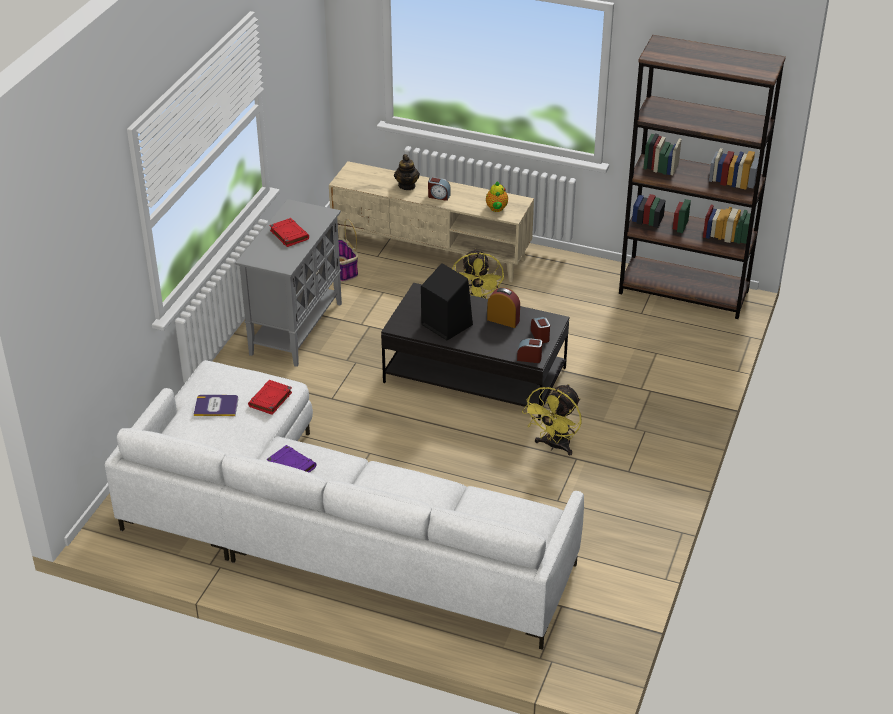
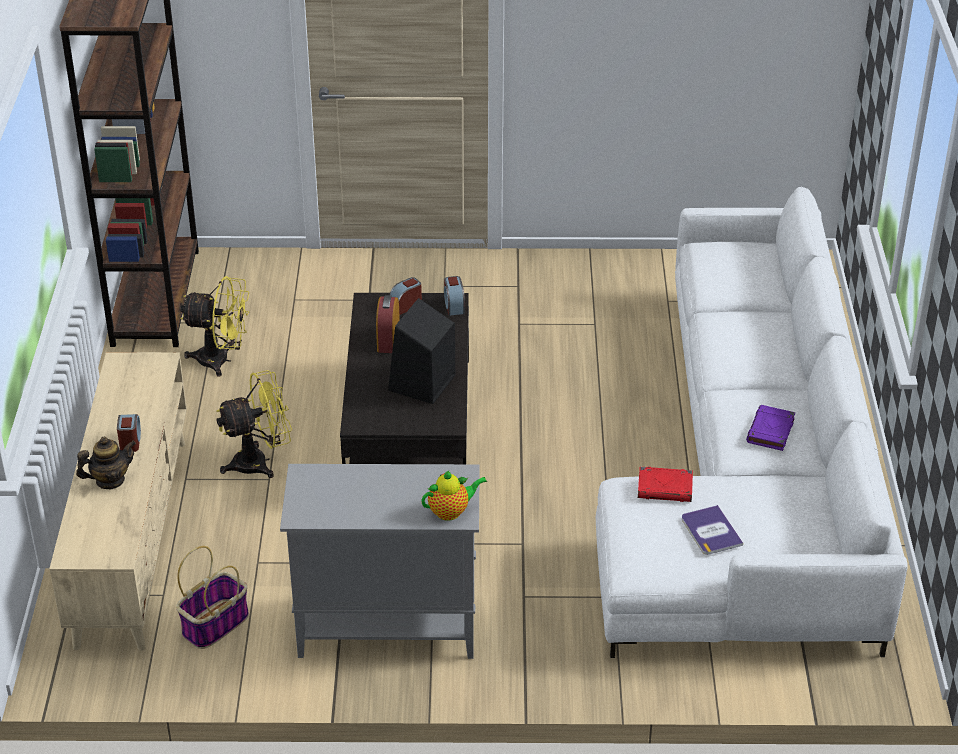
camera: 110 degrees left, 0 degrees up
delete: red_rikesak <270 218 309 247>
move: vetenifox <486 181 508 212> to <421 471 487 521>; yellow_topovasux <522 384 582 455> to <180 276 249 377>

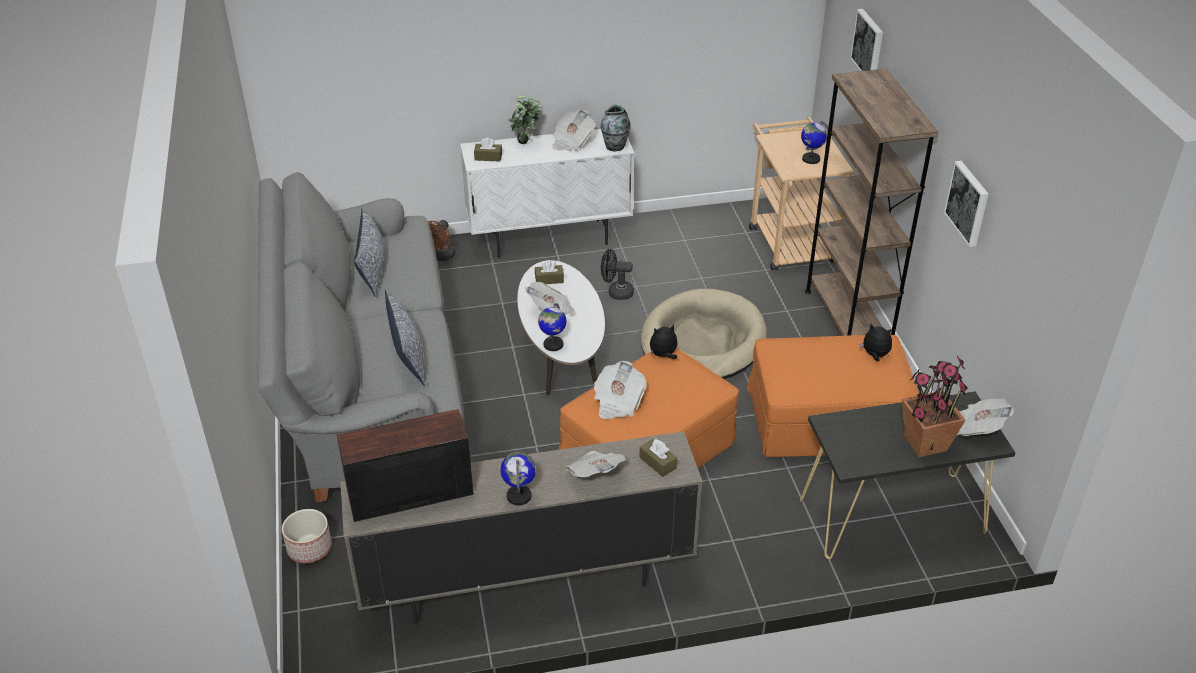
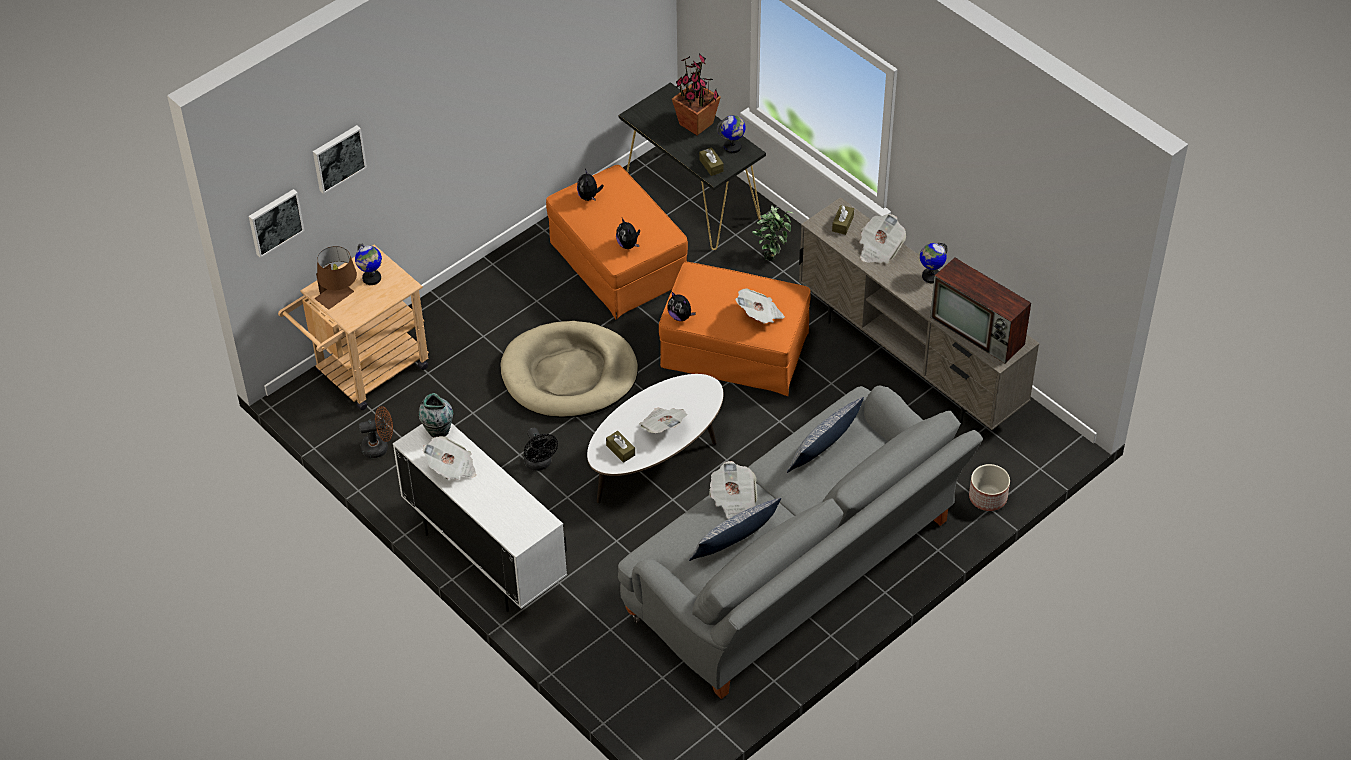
camera: 120 degrees left, 10 degrees up
delete: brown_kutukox <805 69 939 336>
insert: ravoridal <616 218 640 249>; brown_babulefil <315 246 357 310>
move: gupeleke <508 96 542 144> to <752 205 793 261>; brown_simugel <474 137 502 162> to <699 147 724 176>; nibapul <944 161 988 247> to <249 189 305 258>; brown_topovasux <428 220 455 261> to <359 406 393 458>; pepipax <538 303 566 351> to <717 115 746 153>; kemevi <956 398 1014 436> to <709 461 757 519>

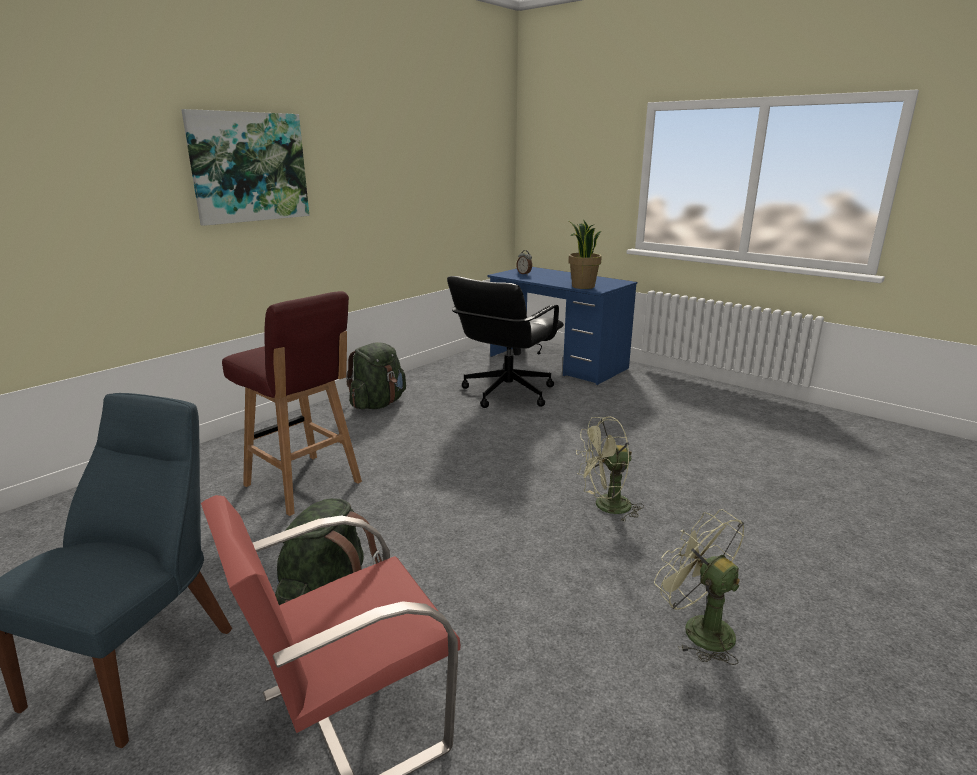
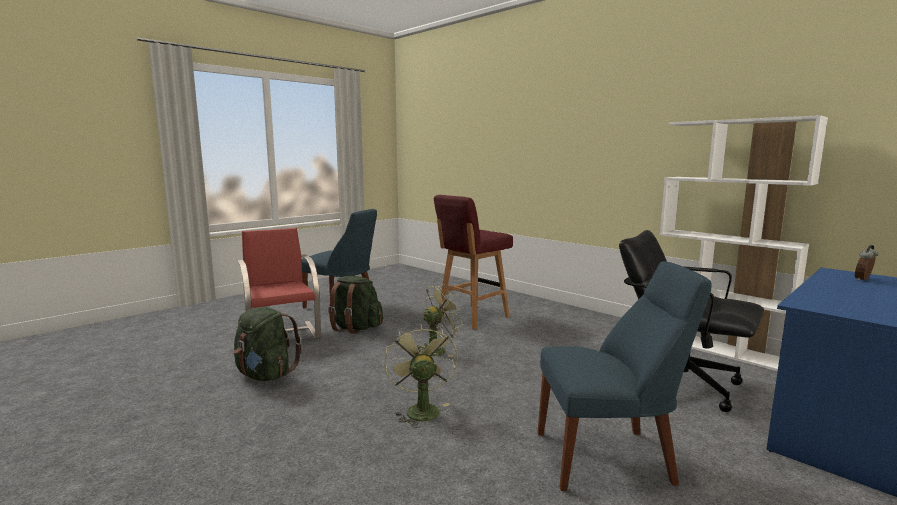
camera: 95 degrees right, 10 degrees down
delete: nibapul <181 109 309 226>; gupeleke <568 221 602 289>
insert: white_kutukox <659 115 828 371>; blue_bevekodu <537 261 712 491>
move: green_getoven <346 342 406 409> to <233 307 302 381>; green_topovasux <654 509 744 665> to <417 284 464 357>

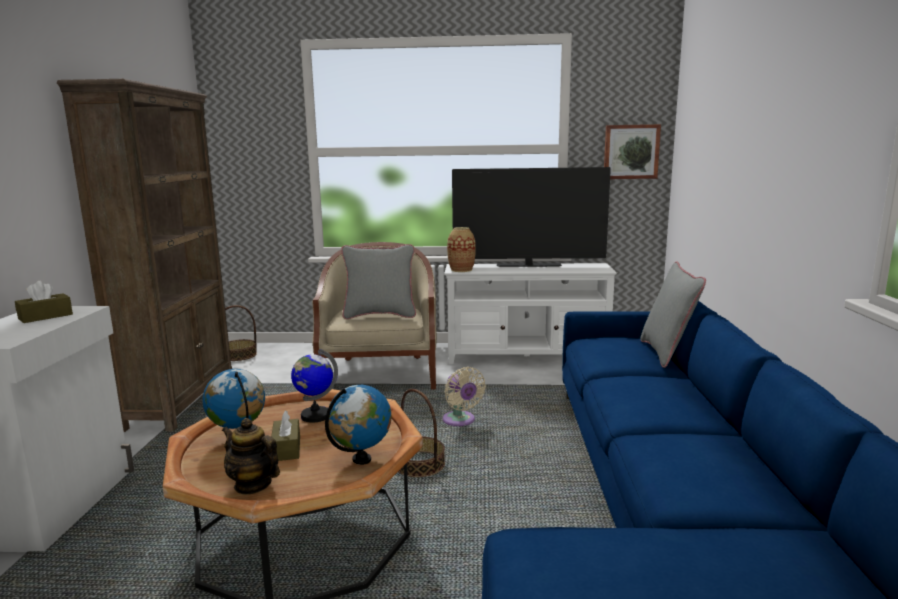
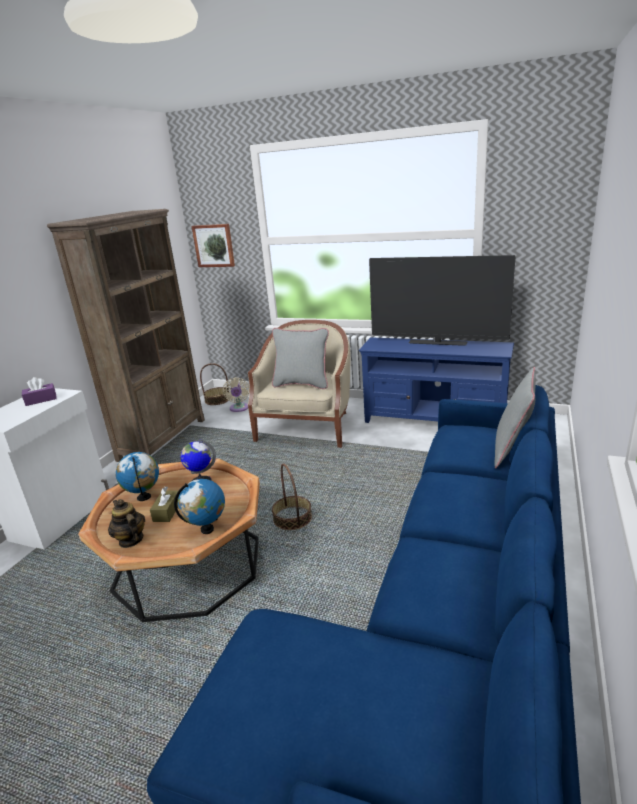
camera: 20 degrees right, 10 degrees up
delete: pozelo <447 227 476 272>
move: nibapul <604 124 661 179> to <192 224 235 267>; beige_topovasux <442 367 486 426> to <223 378 250 412>
recolor: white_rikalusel <444 263 617 364> to blue_rikalusel <359 337 514 423>; brown_simugel <15 281 73 323> to purple_simugel <22 377 57 406>

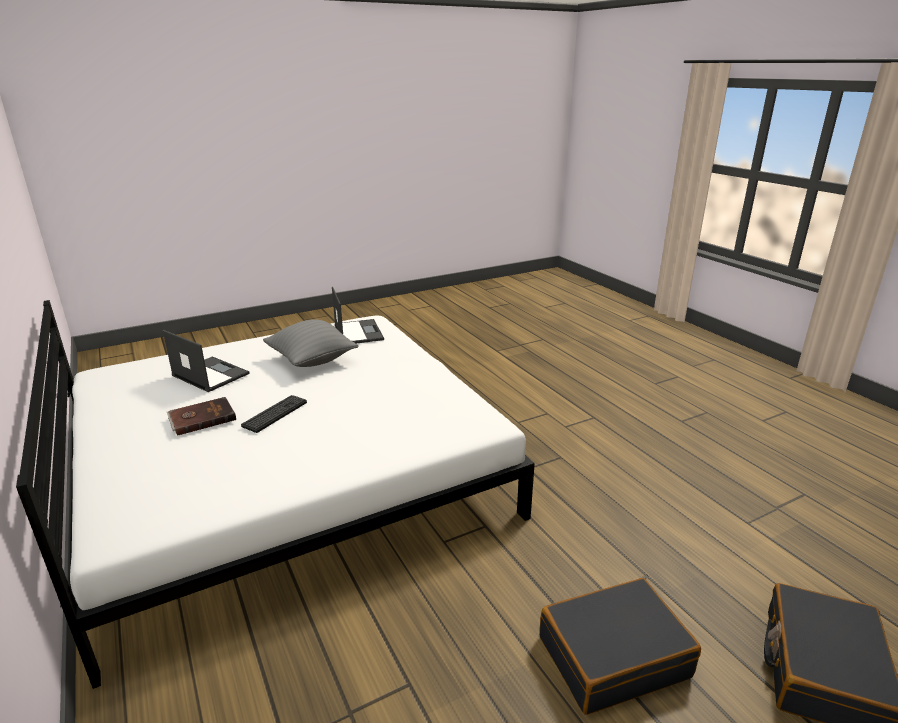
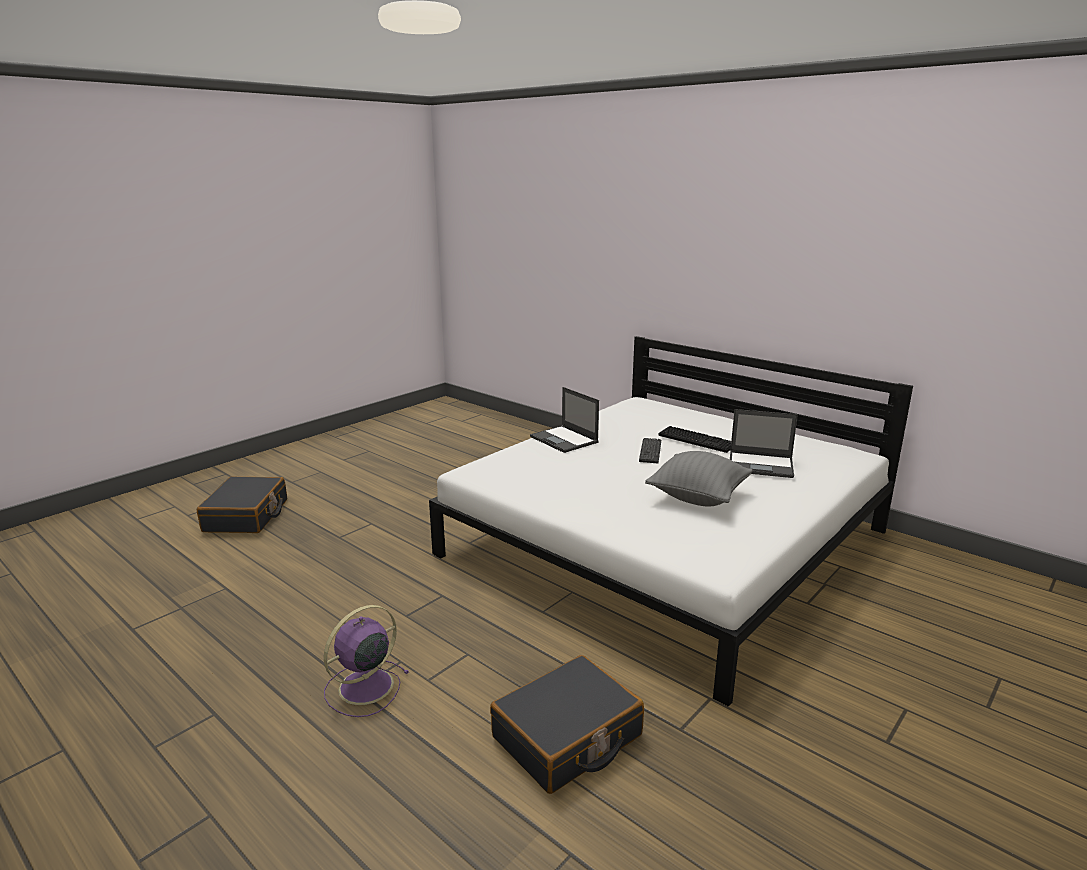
camera: 160 degrees right, 5 degrees down
insert: purple_topovasux <324 605 409 717>
move: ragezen <332 287 384 344> to <530 387 599 453>; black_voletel <539 578 701 715> to <490 655 644 794>
replace: brown_rikesak <167 397 236 436> to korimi <658 426 731 453>

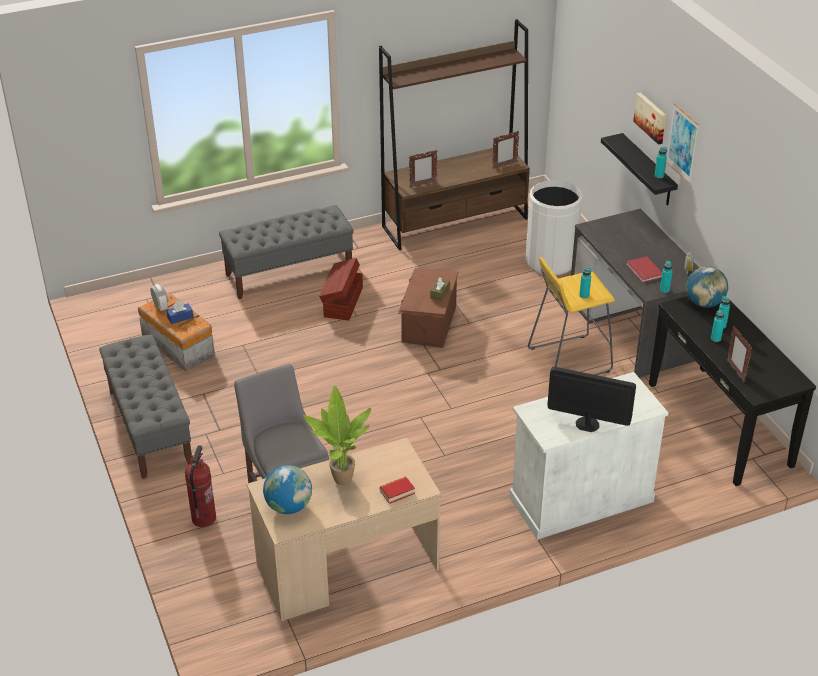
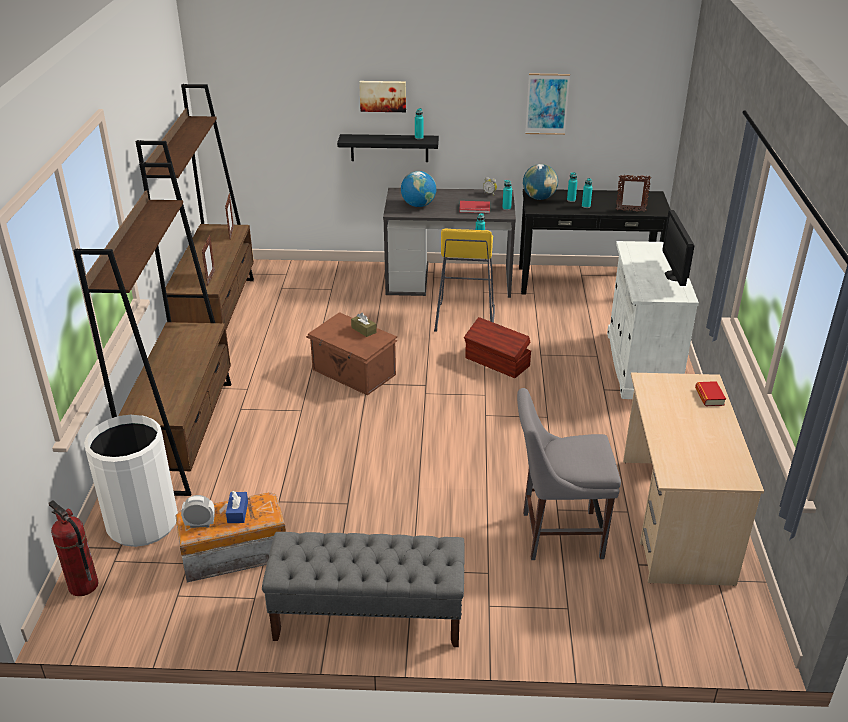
camera: 65 degrees left, 5 degrees down
delete: gupeleke <303 386 371 485>
move: nibapul <666 103 699 184> to <525 73 570 135>; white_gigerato <526 180 583 275> to <84 415 178 547>; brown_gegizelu <319 258 363 321> to <464 317 531 378>; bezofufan <185 445 216 527> to <49 500 99 596>; pepipax <263 465 312 514> to <401 171 436 207>
replace: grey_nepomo <219 205 354 299> to brown_kutukox <74 162 231 496>
rotate: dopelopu <548 367 636 432> = <663 210 695 286> 45 degrees counterclockwise

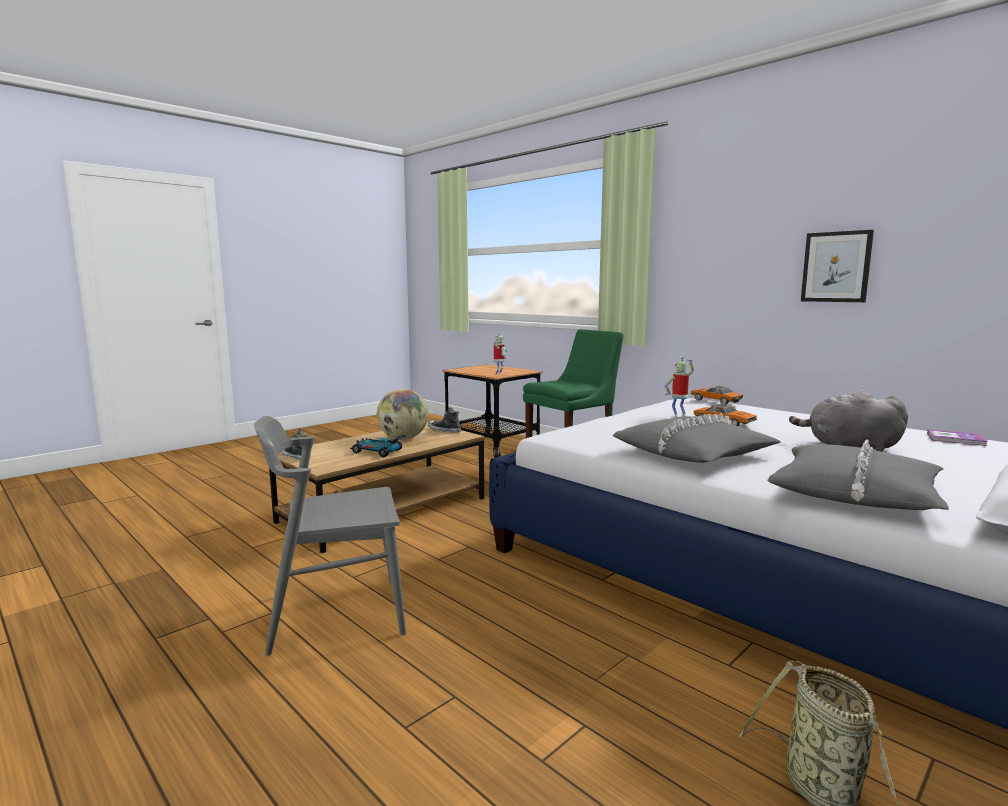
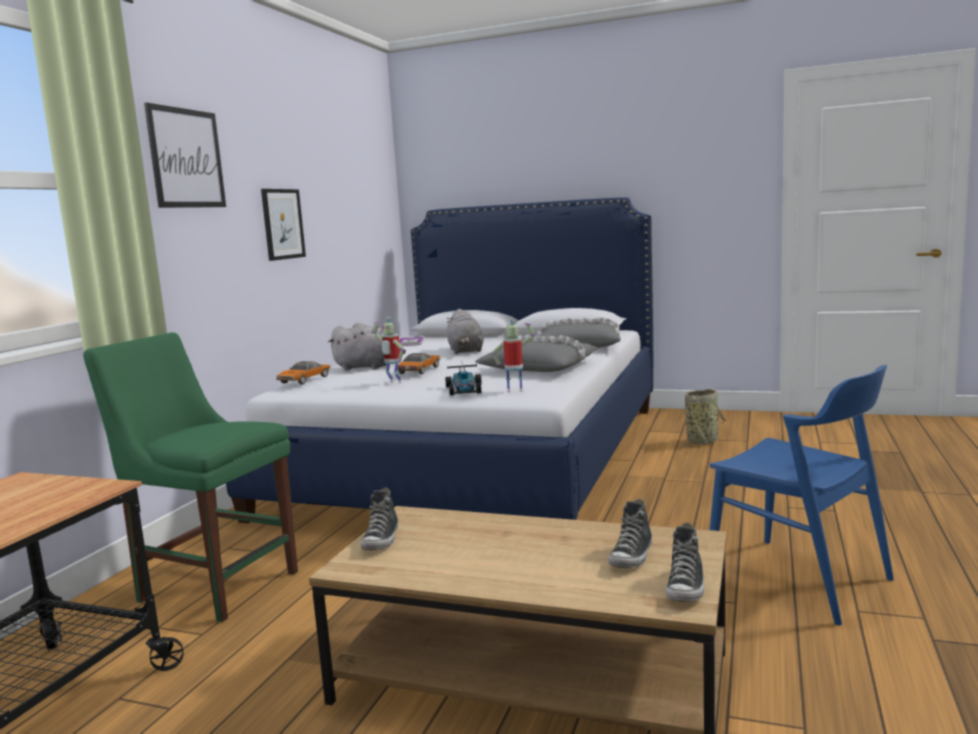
camera: 115 degrees left, 0 degrees up
delete: pepipax <377 389 428 440>
insert: nibapul <144 102 226 208>; grey_ravoridal <328 323 406 370>; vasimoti <608 499 652 568>
move: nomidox <494 332 508 376> to <492 319 534 392>; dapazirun <350 431 405 457> to <445 364 482 395>
recolor: grey_bevekodu <254 416 406 656> to blue_bevekodu <710 365 894 625>

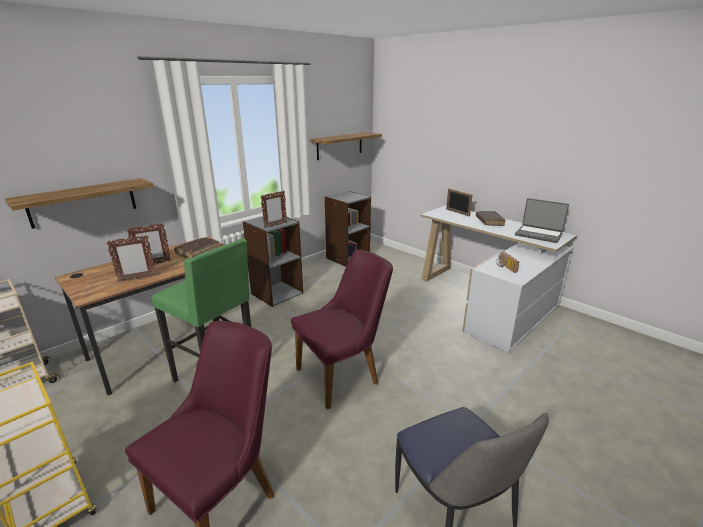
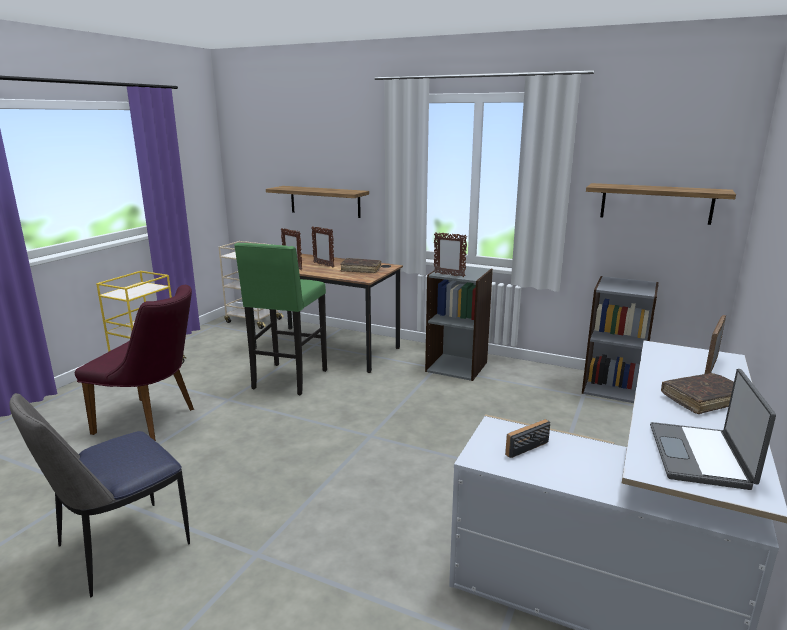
camera: 70 degrees right, 5 degrees down
delete: purple_bevekodu <291 249 393 409>

